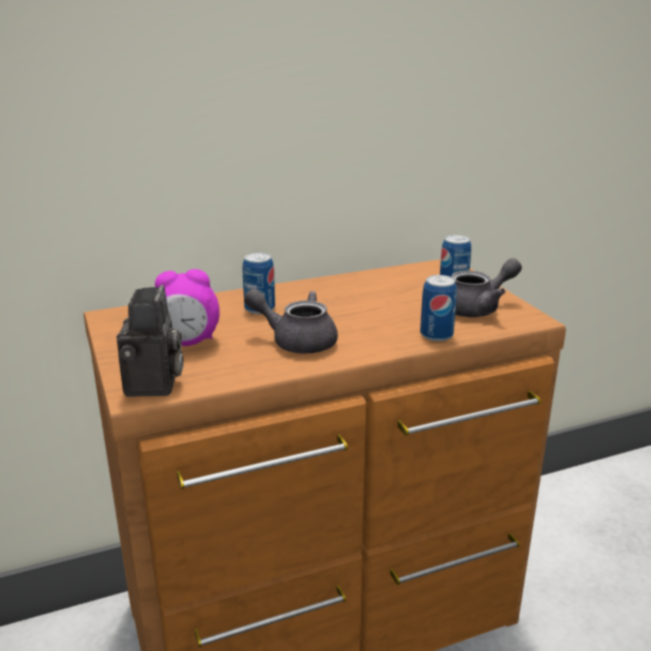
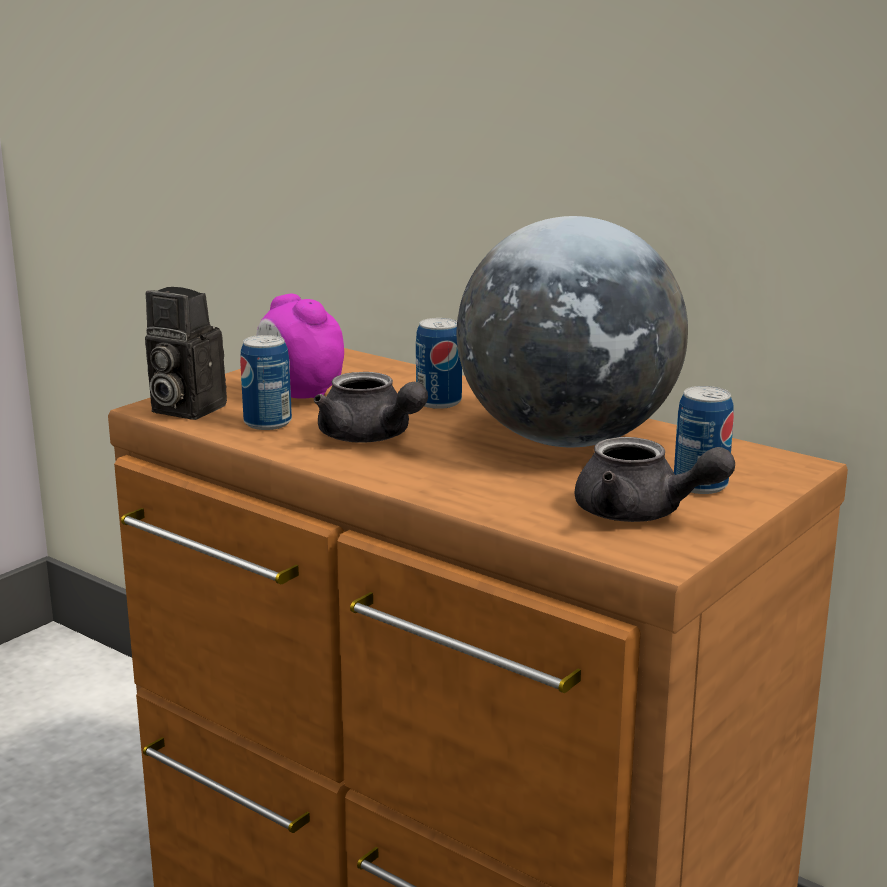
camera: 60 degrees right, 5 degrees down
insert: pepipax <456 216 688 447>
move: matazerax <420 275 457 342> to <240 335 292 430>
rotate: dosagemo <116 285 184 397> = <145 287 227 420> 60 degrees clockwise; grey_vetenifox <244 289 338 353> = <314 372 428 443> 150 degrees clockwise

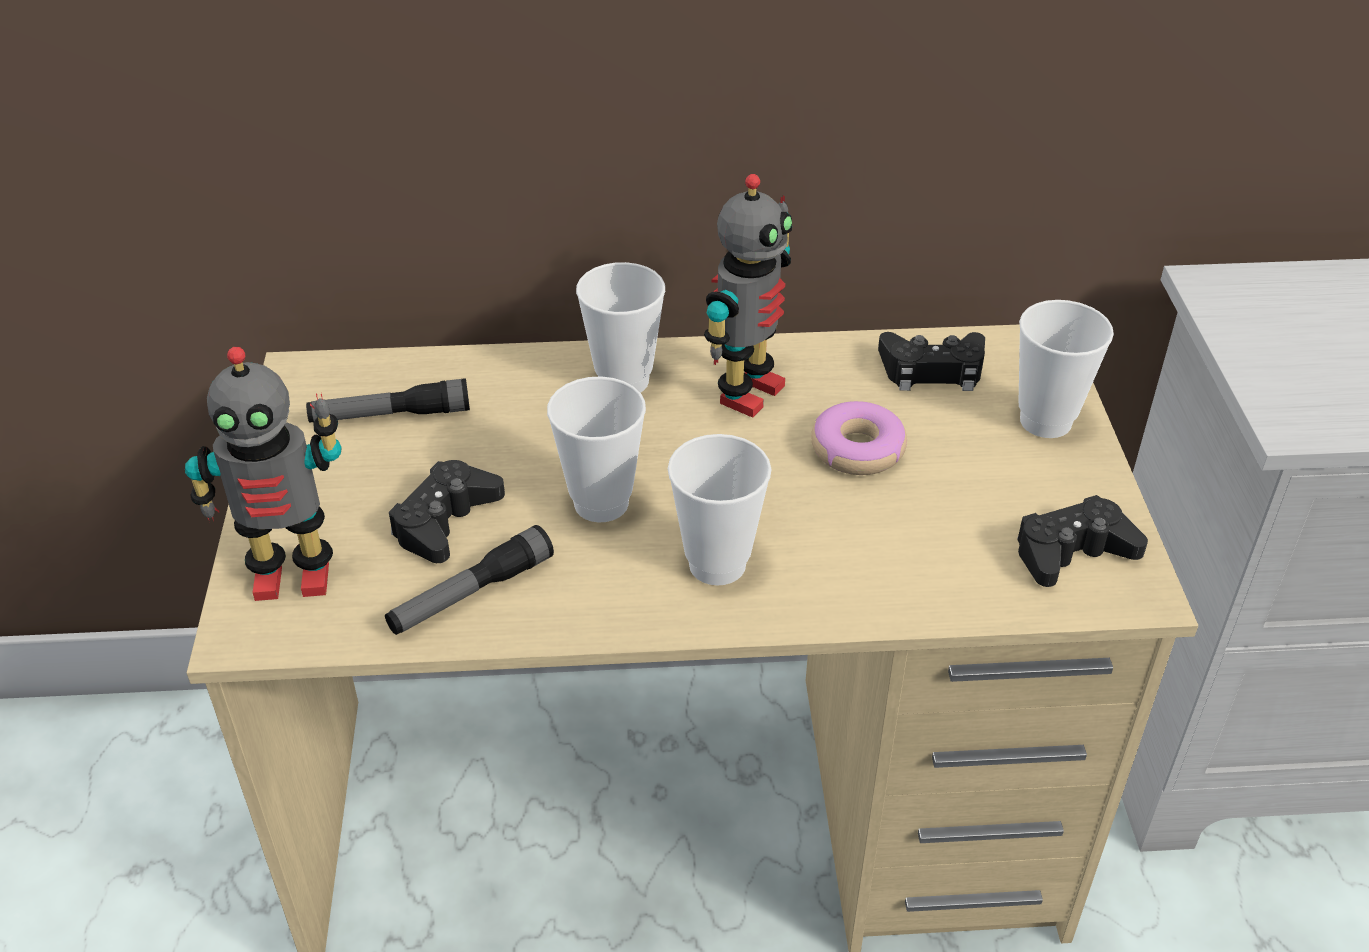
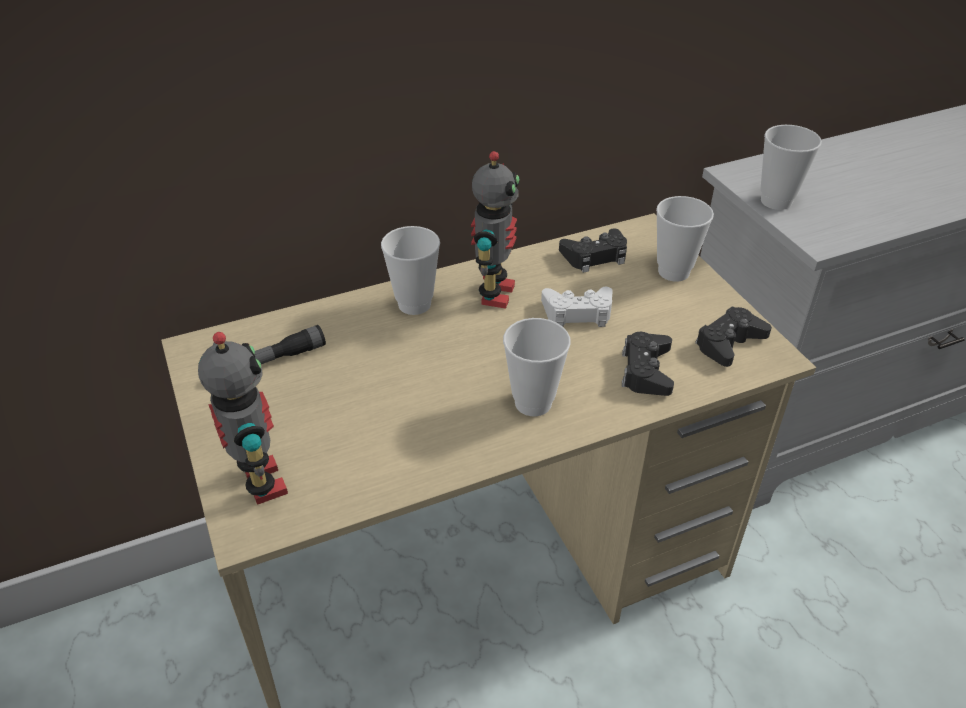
camera: 20 degrees left, 0 degrees up
delete: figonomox <385 525 554 635>
move: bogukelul <547 376 646 523> to <761 125 822 210>; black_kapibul <389 460 505 563> to <622 332 674 396>
replace: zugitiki <811 401 907 475> to white_kapibul <541 287 613 327>
rotate: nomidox <185 347 342 601> = <198 332 288 505> 90 degrees counterclockwise

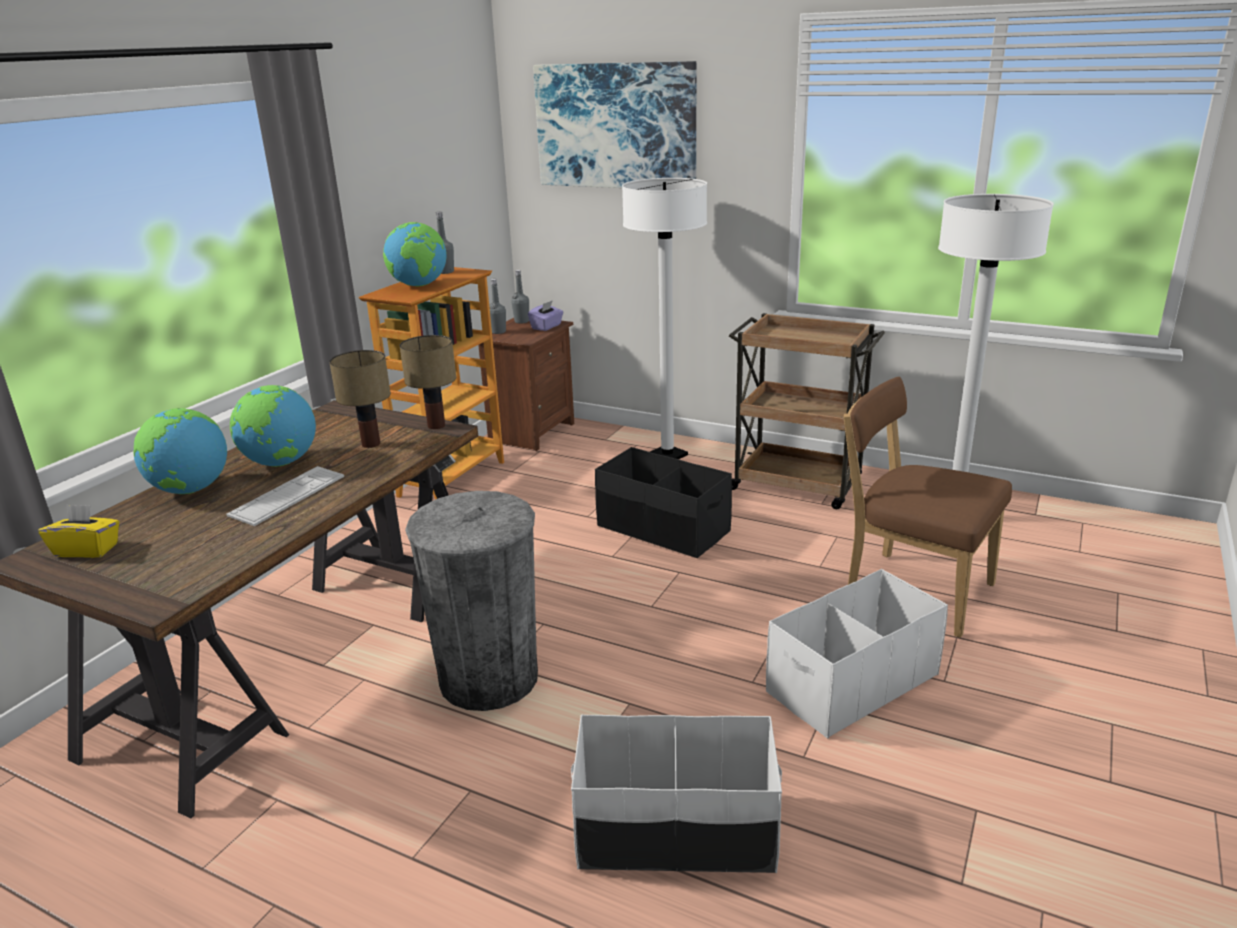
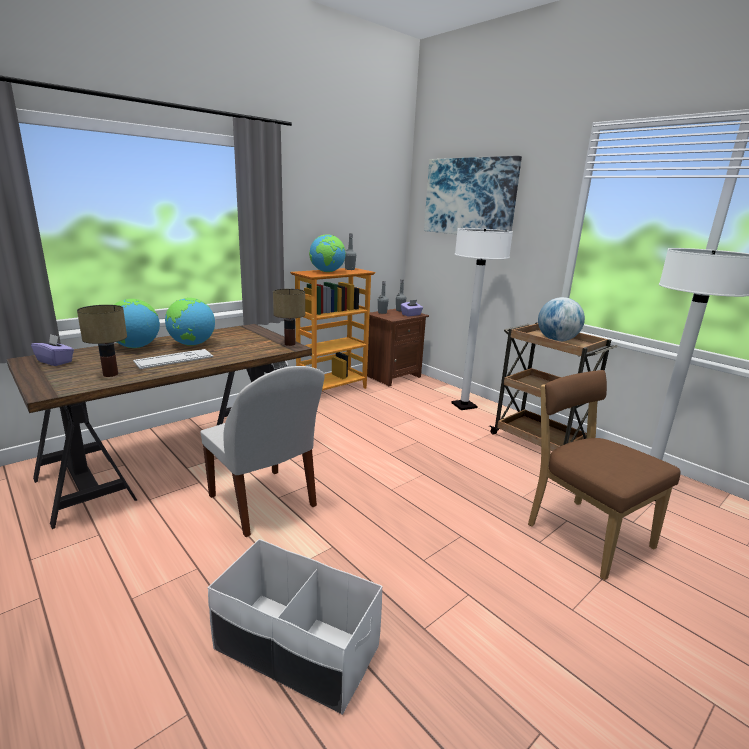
camera: 20 degrees right, 5 degrees down
delete: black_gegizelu <595 447 732 558>; white_gegizelu <766 569 948 738>
insert: pepipax <538 297 585 342>
move: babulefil <329 350 391 448> to <77 305 127 377>
replace: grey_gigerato <405 491 538 711> to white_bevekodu <200 366 325 537>
recolor: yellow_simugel <39 505 119 558> to purple_simugel <31 334 74 366>

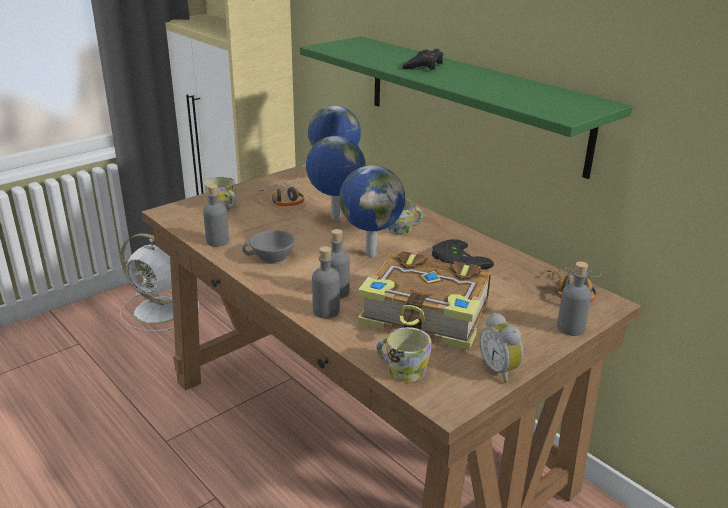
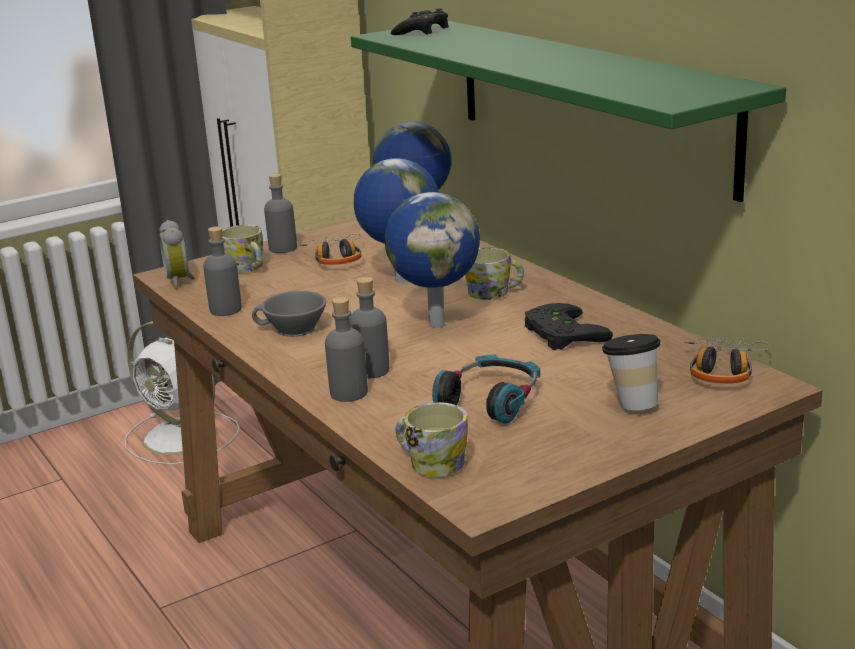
camera: 10 degrees right, 5 degrees down
insert: bogukelul <602 334 661 411>
move: black_kapibul <402 49 443 70> to <391 8 449 35>; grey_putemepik <557 261 592 336> to <264 174 297 253>; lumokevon <479 313 524 383> to <159 220 194 289>
replace: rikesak <358 251 491 350> to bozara <432 354 540 424>

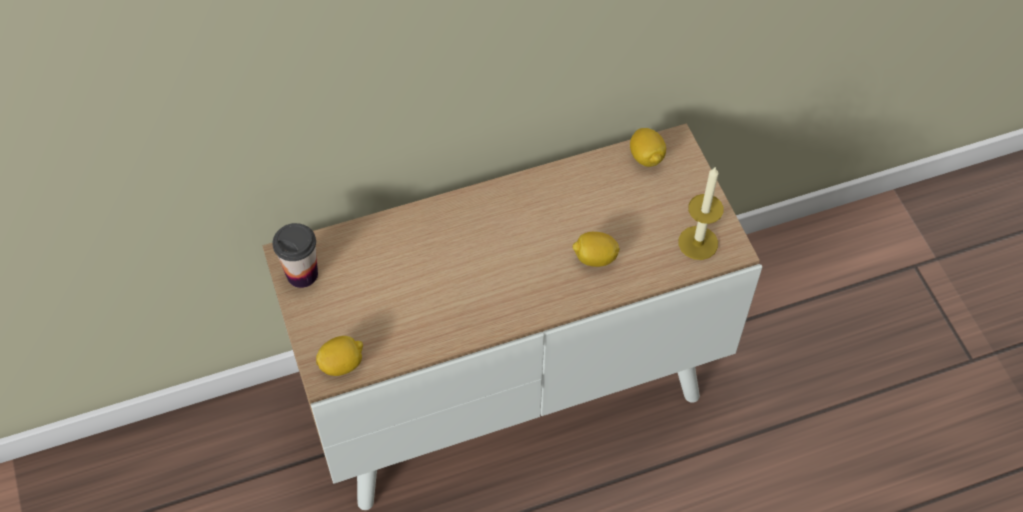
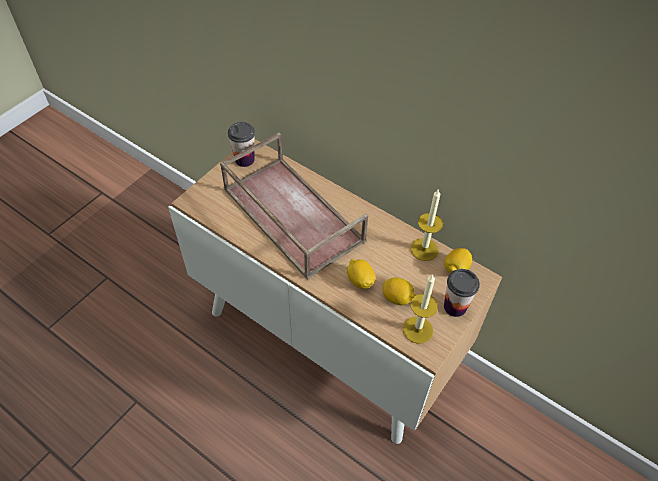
camera: 55 degrees right, 5 degrees down
insert: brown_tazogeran <220 132 368 280>; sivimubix <410 190 443 261>; bogukelul <444 269 480 317>
move: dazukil <316 336 363 376> to <382 278 416 305>

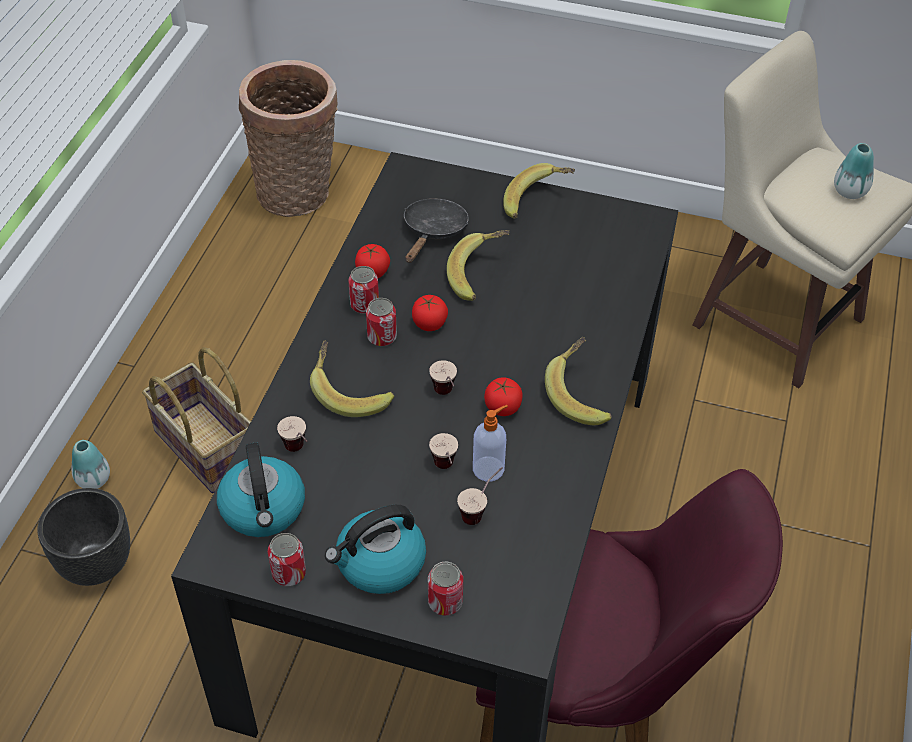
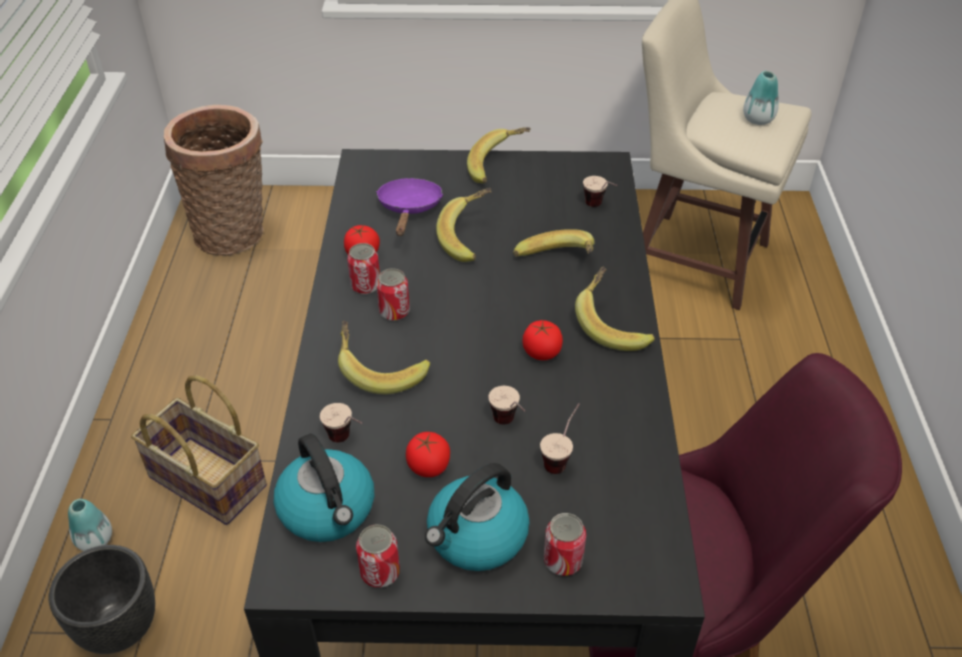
camera: 15 degrees left, 5 degrees down
delete: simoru <473 405 508 481>
insert: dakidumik <513 229 595 257>
move: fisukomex <412 295 448 331> to <406 432 450 477>; bogukelul <429 361 457 395> to <583 176 618 207>
recolor: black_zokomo <404 198 469 263> to purple_zokomo <376 178 443 236>

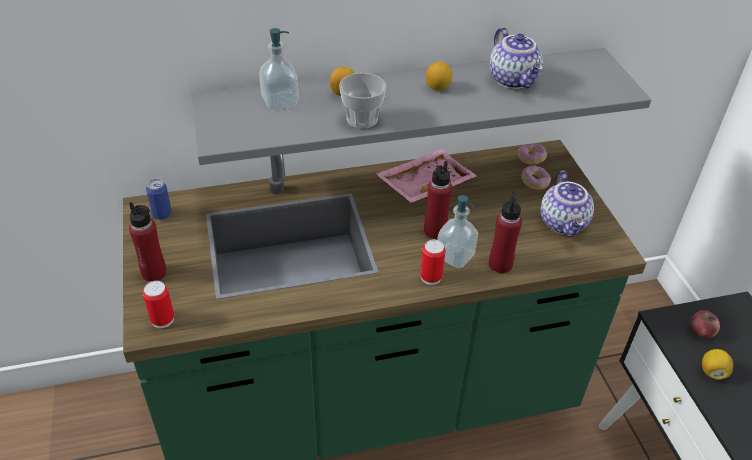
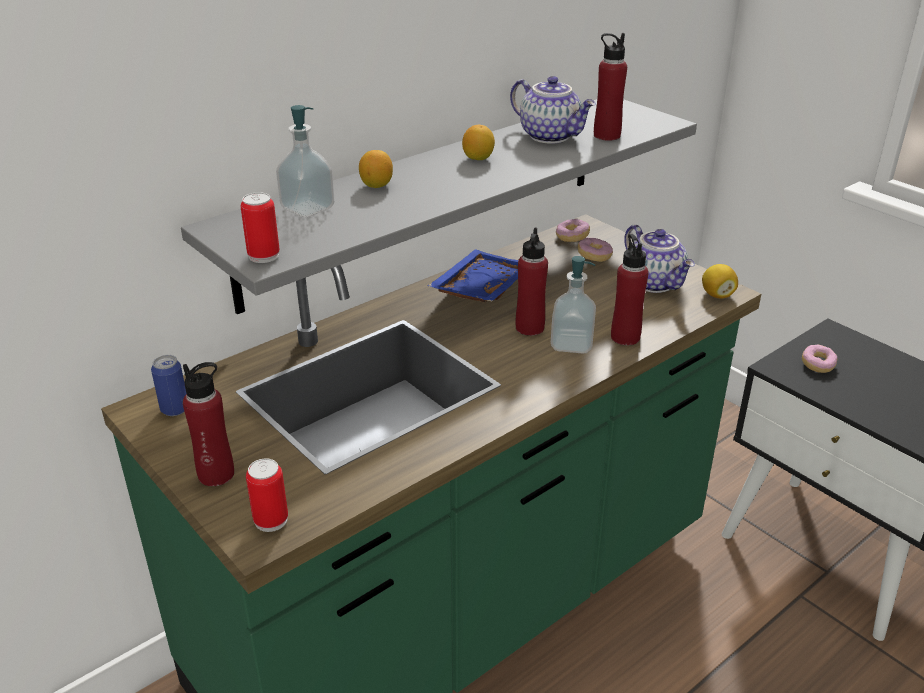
camera: 25 degrees left, 10 degrees down
delete: bogukelul <339 73 386 129>
insert: red_putemepik <594 33 627 141>
move: matazerax <420 240 446 285> to <240 192 280 263>; dazukil <702 349 733 380> to <702 264 738 299>
replace: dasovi <691 310 720 338> to zugitiki <802 345 838 373>
recolor: pink_tazogeran <376 149 477 203> to blue_tazogeran <428 249 518 302>

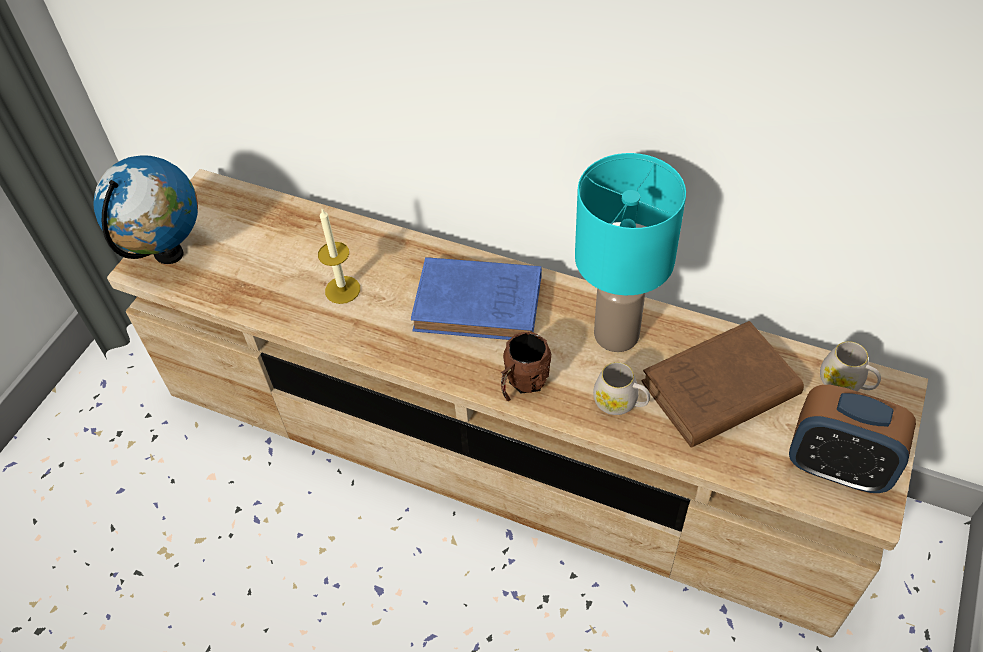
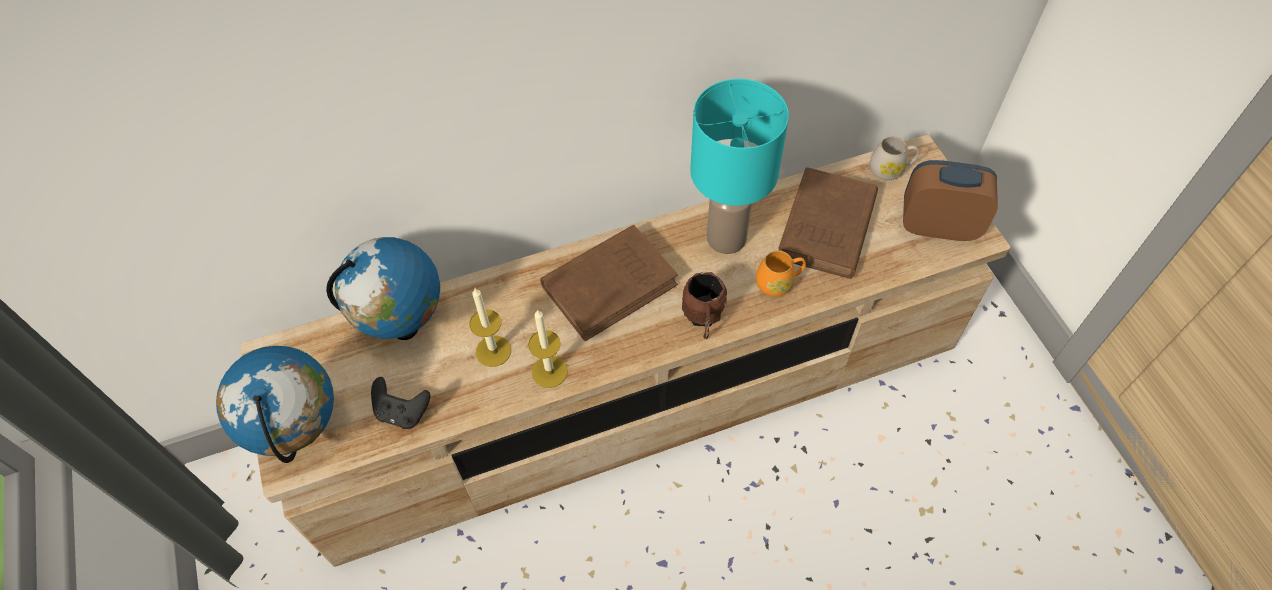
camera: 45 degrees left, 5 degrees up
insert: pepipax <326 237 440 340>; sivimubix <528 309 568 388>; black_kapibul <371 377 430 429>
recolor: blue_rikesak <411 257 542 340> to brown_rikesak <540 225 678 341>; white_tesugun <593 362 650 415> to orange_tesugun <756 250 806 297>
rotate: lumokevon <789 385 916 493> = <903 160 998 241> 150 degrees counterclockwise

